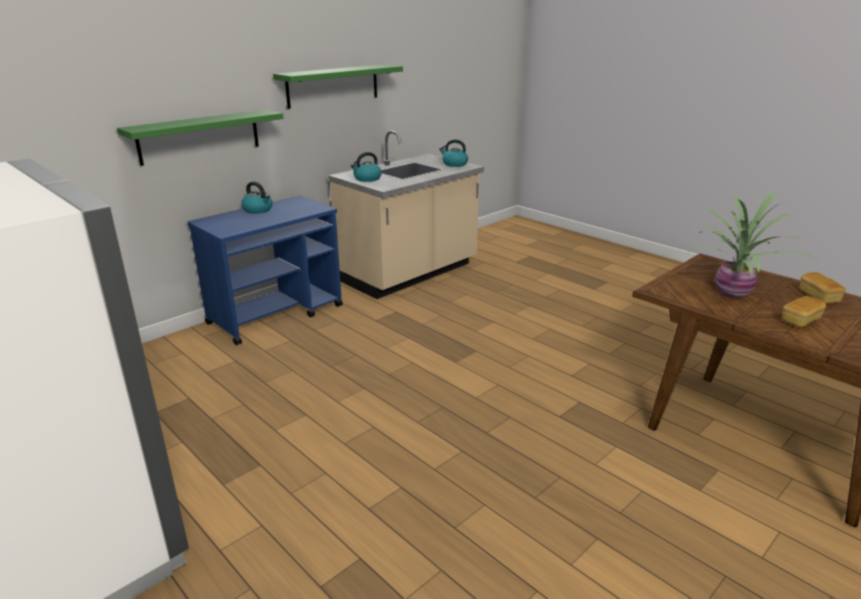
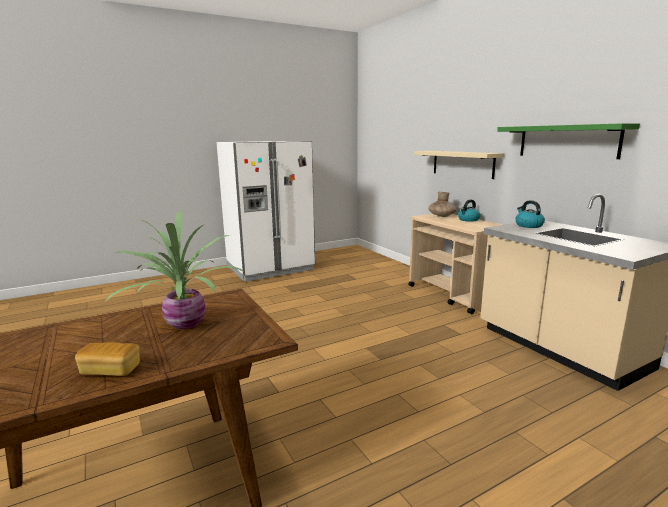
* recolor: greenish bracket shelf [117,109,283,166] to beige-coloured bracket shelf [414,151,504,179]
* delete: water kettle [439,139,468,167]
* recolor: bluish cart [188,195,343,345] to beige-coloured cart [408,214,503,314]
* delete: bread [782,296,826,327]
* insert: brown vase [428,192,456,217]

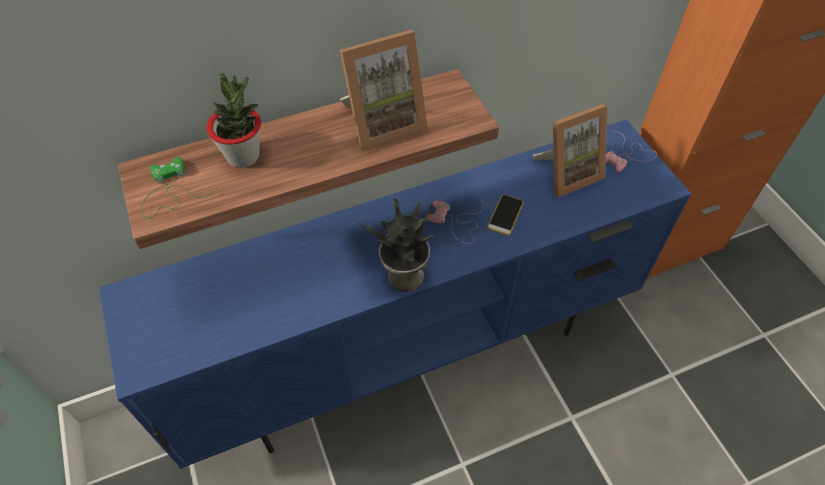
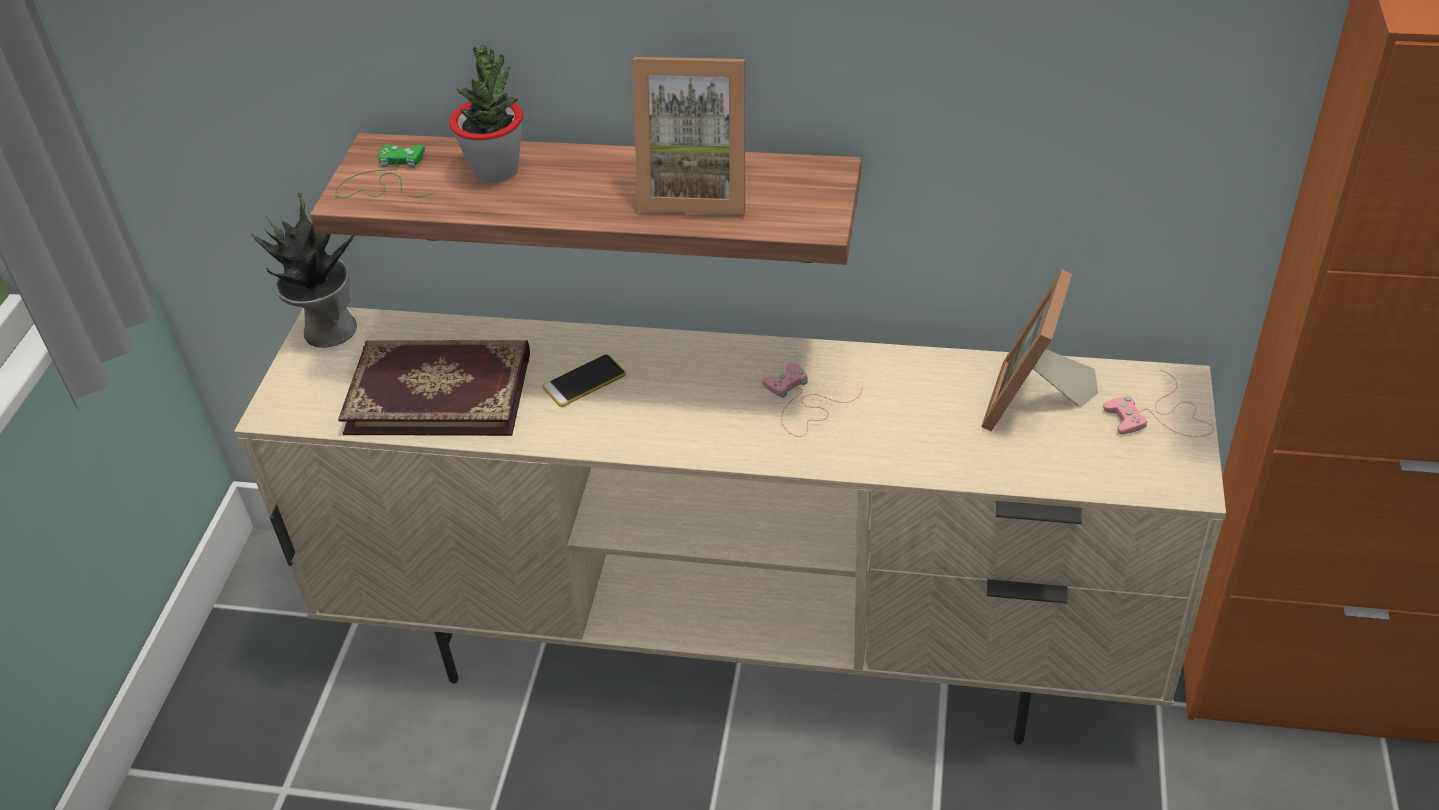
* rotate: photo frame [533,104,607,198] = [981,269,1098,431] 105 degrees clockwise
* recolor: bluish tv stand [99,120,691,469] to beige-coloured tv stand [234,307,1226,744]
* move: handset [487,195,524,236] to [543,354,626,407]
* move: potted plant [357,198,435,292] to [251,193,357,348]
* insert: book [338,340,530,436]

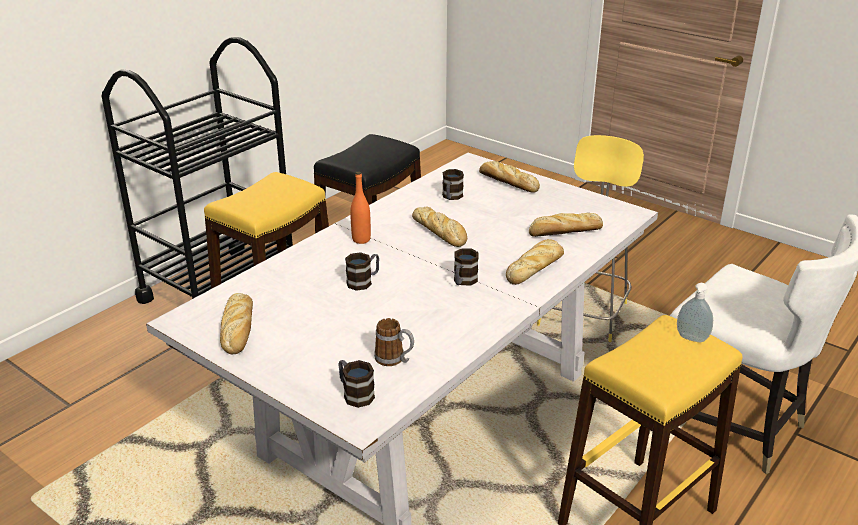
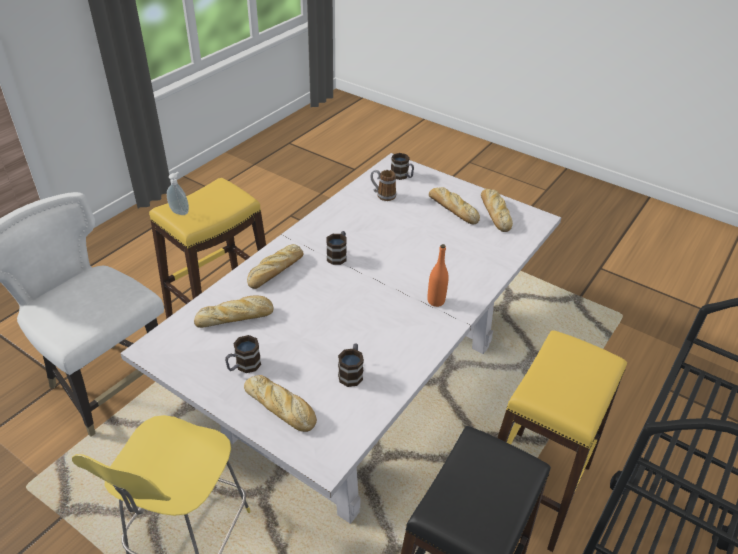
* move: bread [412,207,467,247] to [429,187,480,225]
* move: coffee mug [345,252,379,291] to [225,335,261,373]

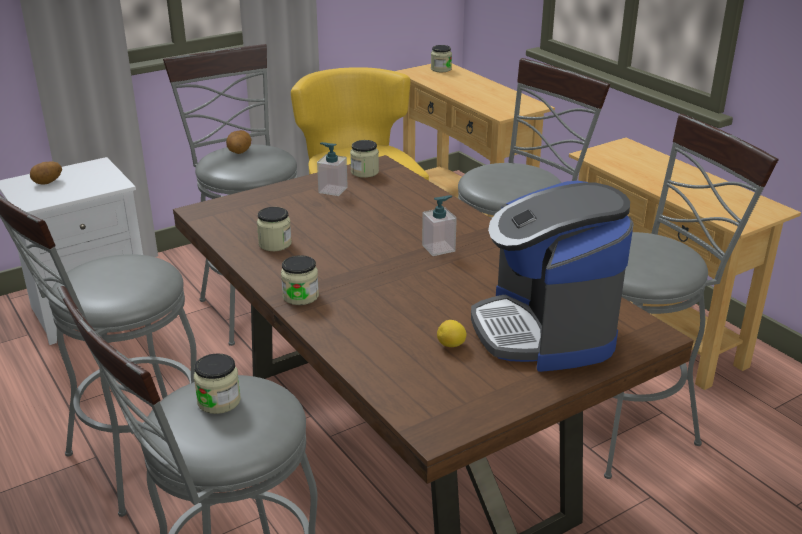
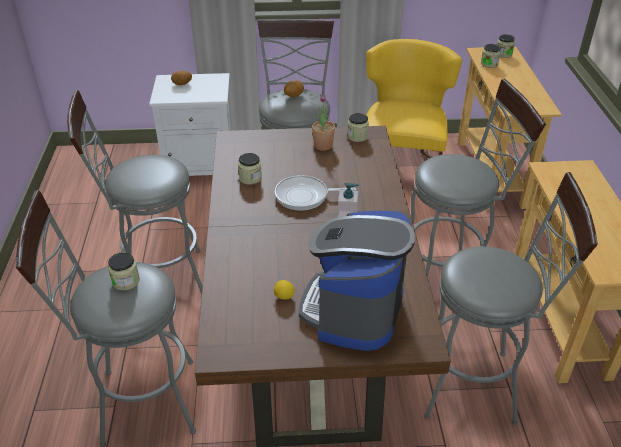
* replace: soap bottle [317,142,348,196] to potted plant [312,95,335,151]
* move: preserve jar [281,255,319,305] to [481,44,501,68]
* insert: frying pan [275,175,356,211]

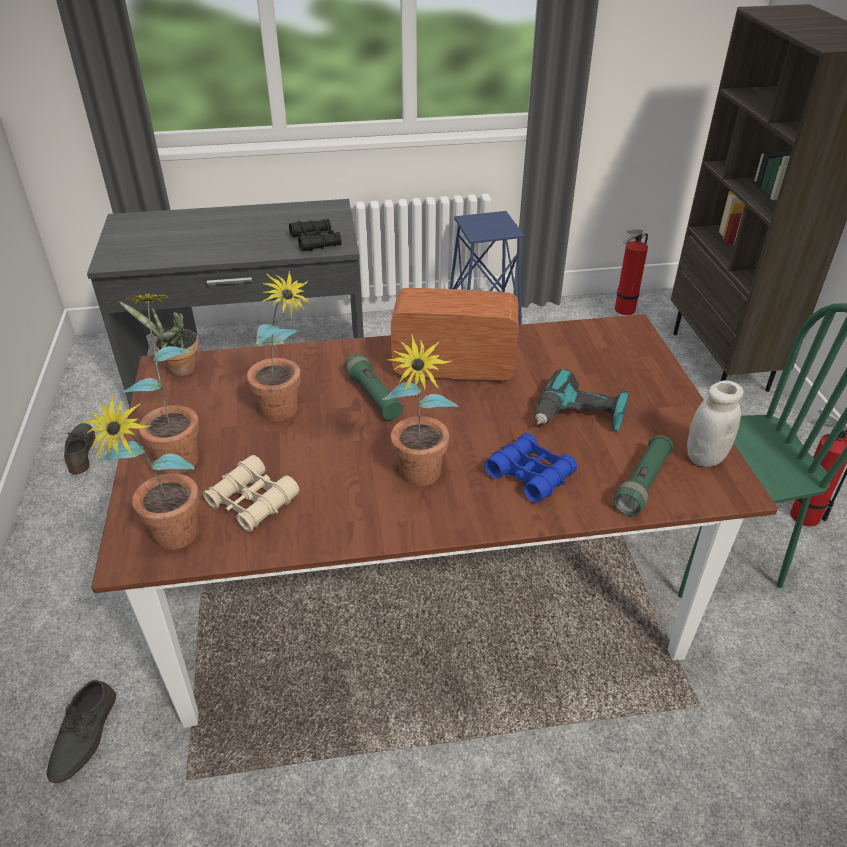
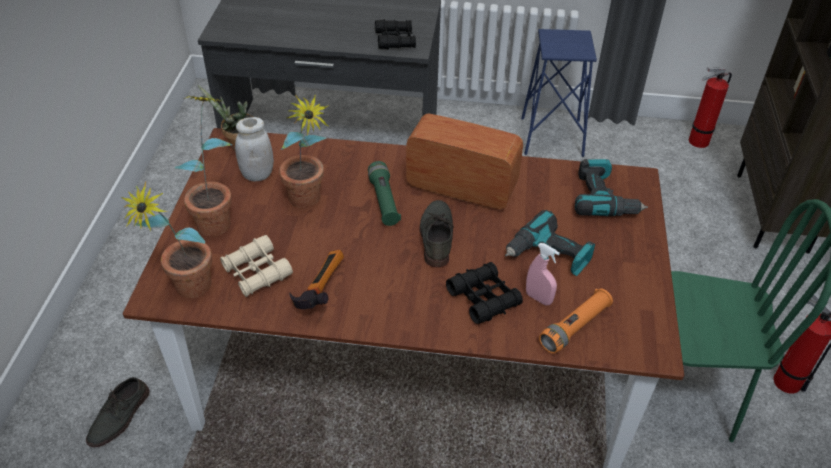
* delete: potted plant [382,334,458,486]
* move: whitish preserve jar [687,380,744,467] to [235,117,274,182]
* move: greyish shoe [64,423,95,474] to [420,200,454,267]
* recolor: bluish binoculars [484,433,577,503] to black-coloured binoculars [446,262,523,324]
* recolor: greenish flashlight [614,435,673,516] to orangey flashlight [539,288,613,354]
* insert: electric drill [575,159,648,216]
* insert: pink-coloured hand sprayer [526,243,560,305]
* insert: hammer [289,250,344,309]

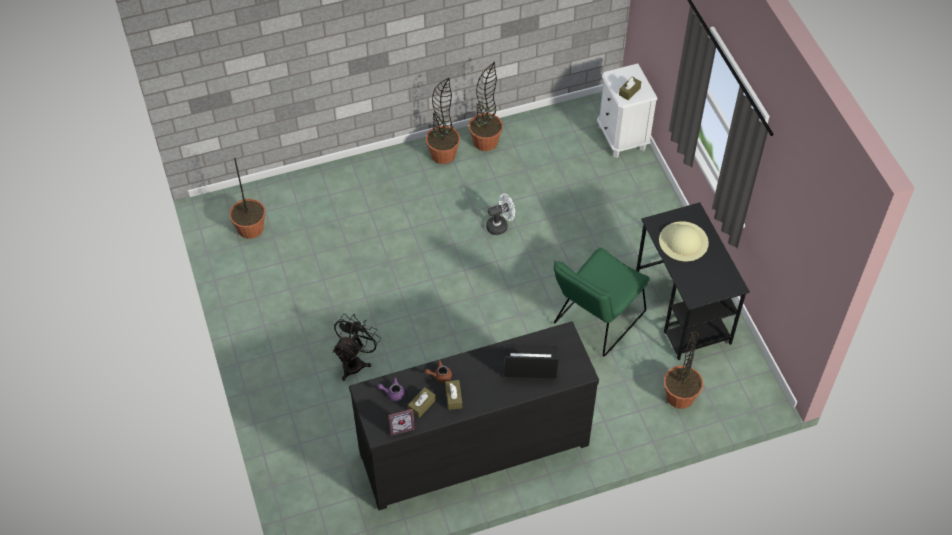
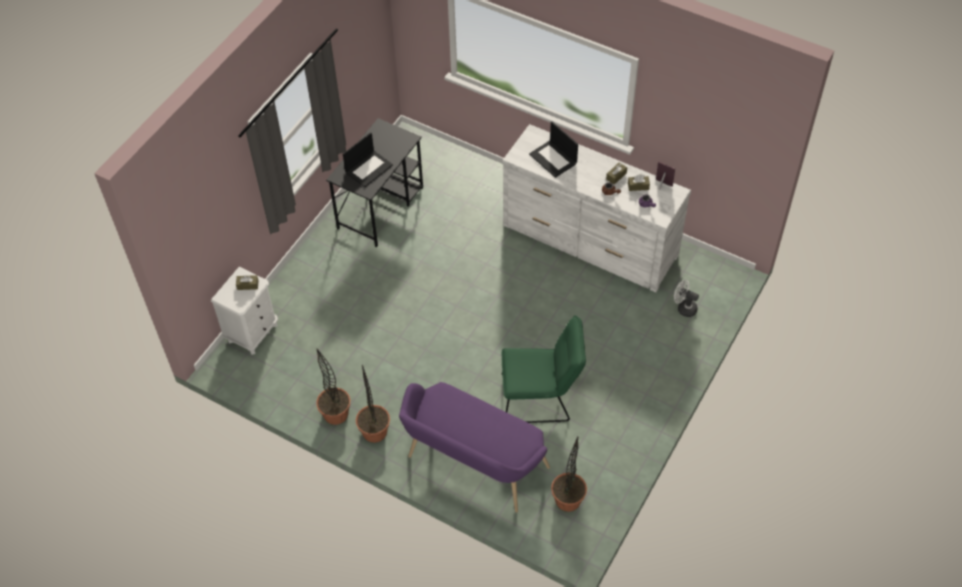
* move: whitish fan [486,194,515,235] to [674,279,699,317]
* replace: beige-coloured wearable hat [659,221,709,261] to notebook computer [343,132,393,187]
* move: greenish plain chair [554,247,650,356] to [501,315,586,423]
* delete: black-coloured fan [333,314,381,381]
* recolor: black-coloured dresser [349,321,599,510] to whitish dresser [502,124,691,292]
* delete: potted plant [664,331,703,409]
* insert: purplish bench [399,382,550,513]

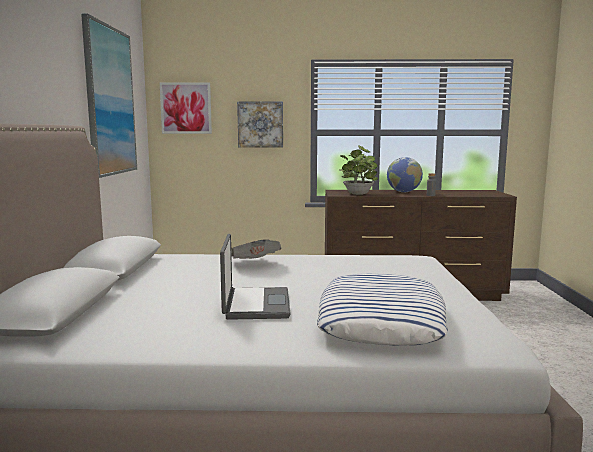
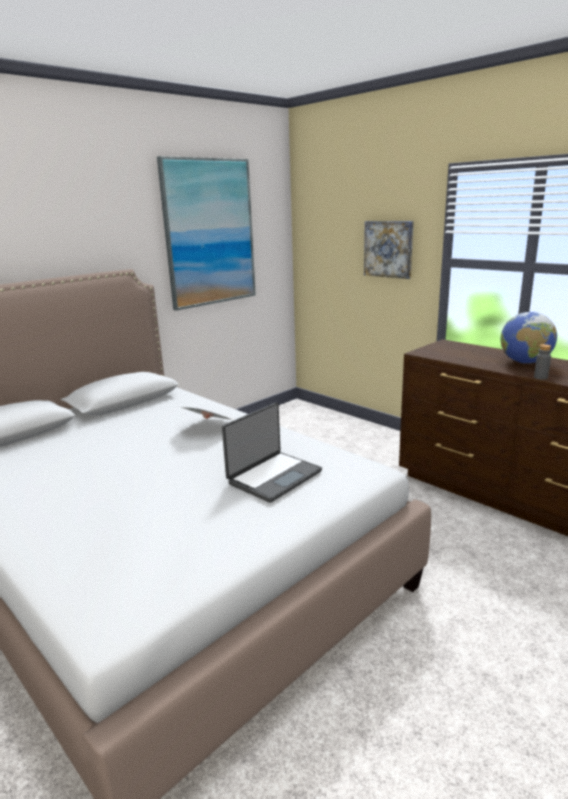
* delete: wall art [160,83,212,134]
* delete: potted plant [339,145,378,195]
* move: notebook computer [220,234,290,320] to [222,402,322,503]
* delete: throw pillow [317,273,448,345]

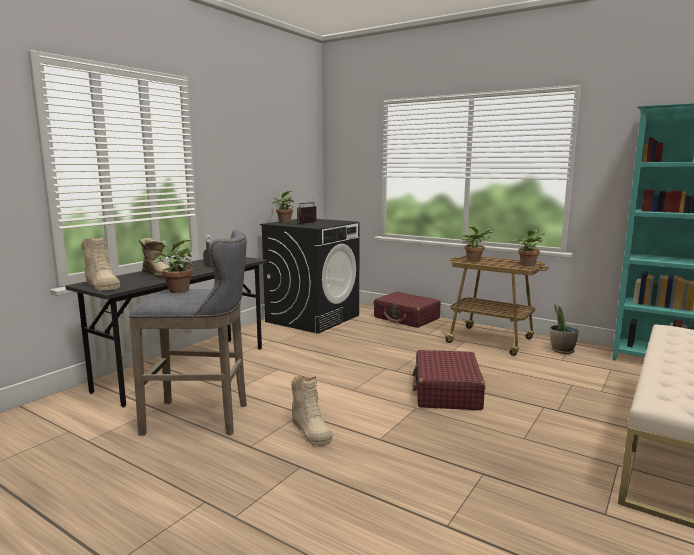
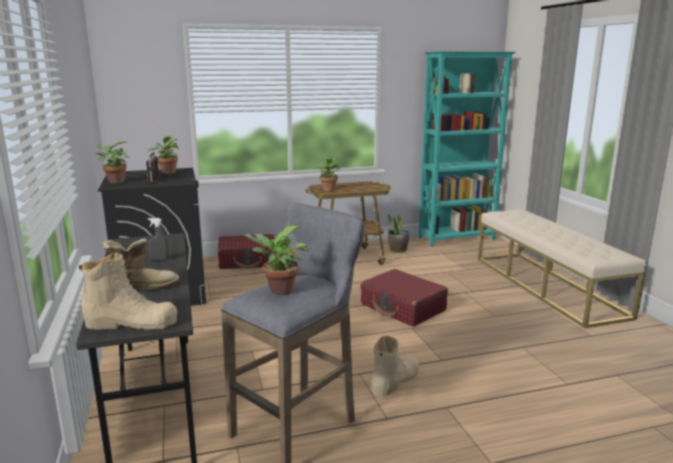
* move: potted plant [512,229,545,266] to [148,136,179,174]
* rotate: beige-coloured tall boot [291,376,333,446] = [371,336,419,397] 60 degrees counterclockwise

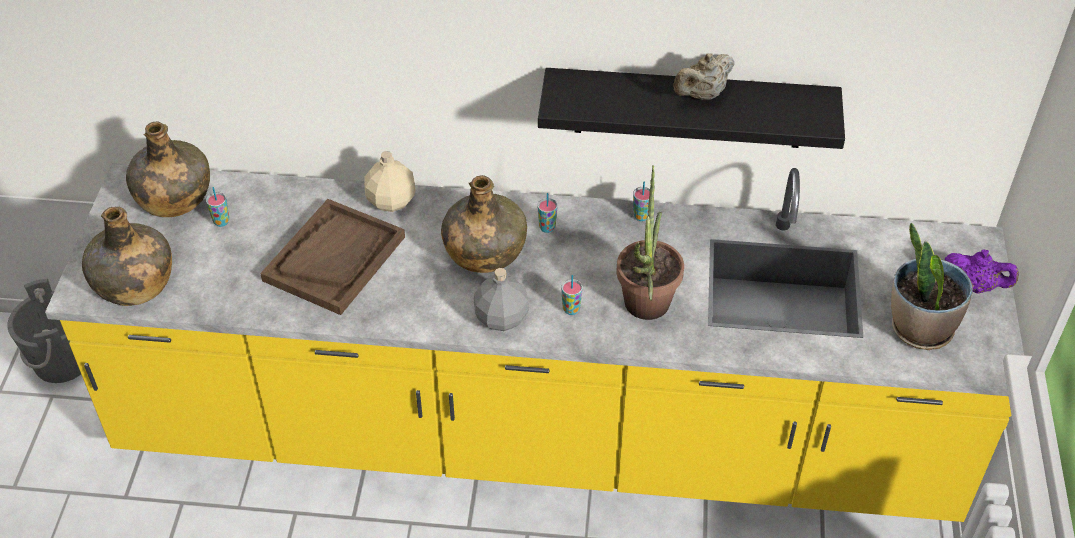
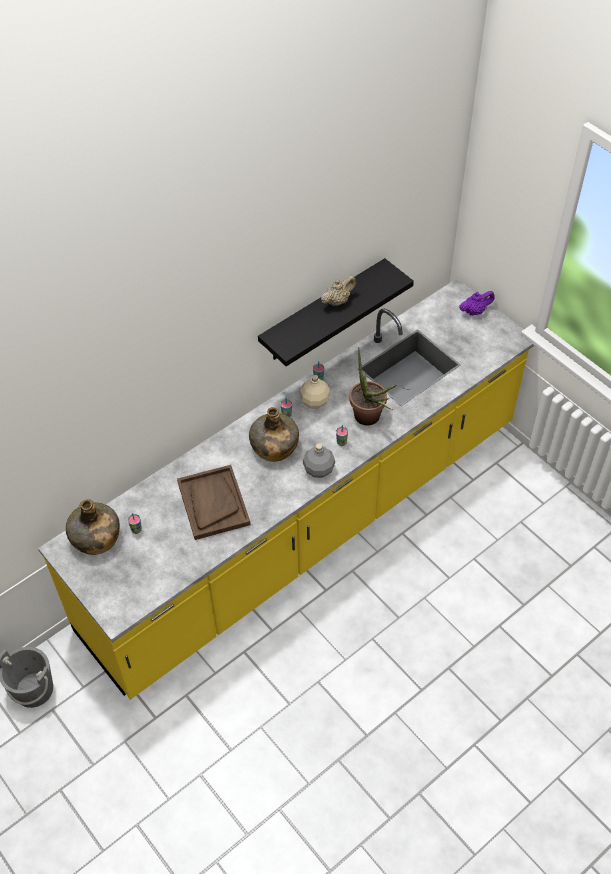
* rotate: beige-coloured tea pot [673,53,735,100] = [321,275,356,306] 135 degrees counterclockwise
* move: beige-coloured bottle [364,151,416,212] to [300,375,331,409]
* delete: greenish bottle [82,207,172,306]
* delete: potted plant [891,223,973,350]

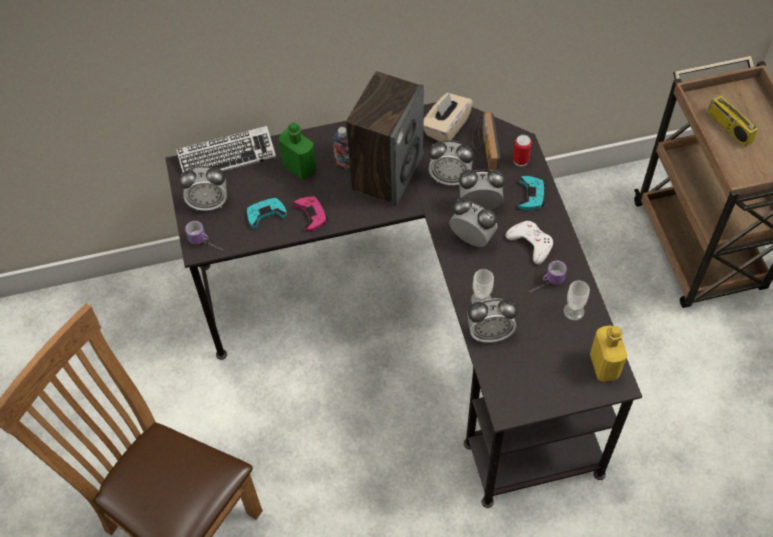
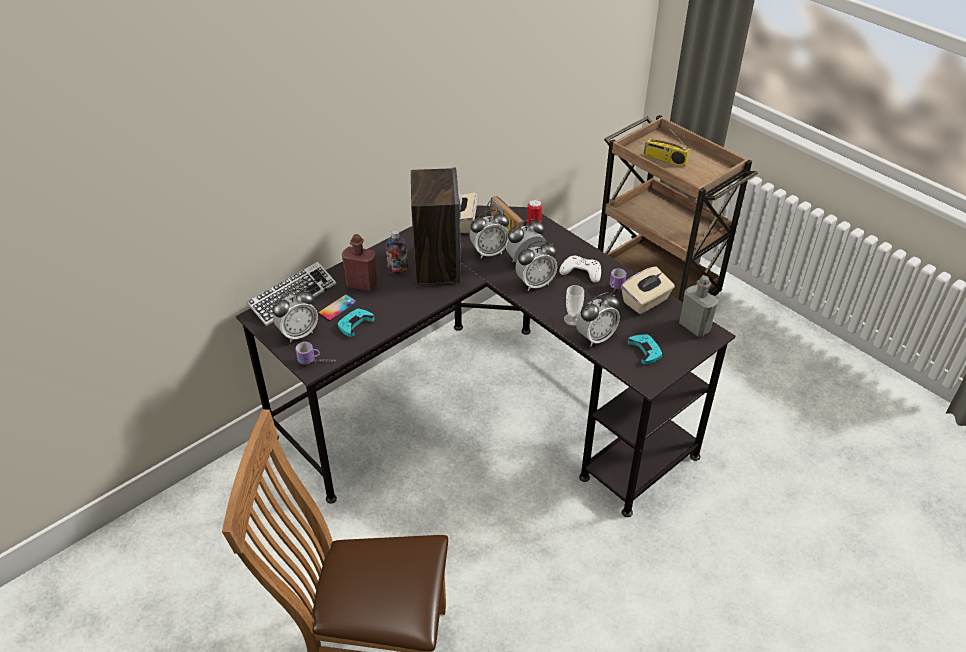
* recolor: greenish bottle [279,122,316,179] to red-coloured bottle [342,234,377,291]
* move: blue-green joypad [518,176,545,210] to [628,335,664,365]
* delete: pink-coloured joypad [293,197,328,232]
* rotate: alarm clock [449,197,497,247] = [515,240,557,291] 150 degrees clockwise
* replace: drinking cup [563,281,590,320] to beige-coloured tissue holder [621,267,675,314]
* recolor: yellowish bottle [590,325,628,382] to greyish bottle [679,276,718,337]
* insert: handset [318,294,357,321]

